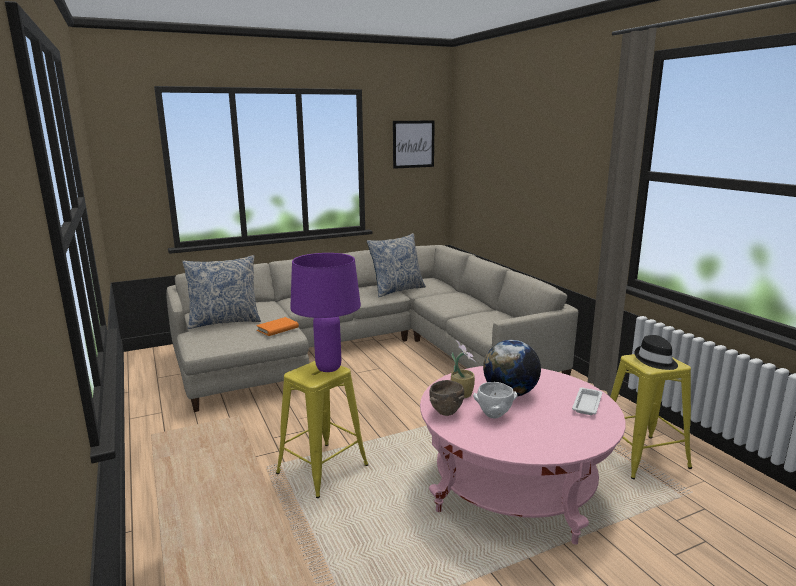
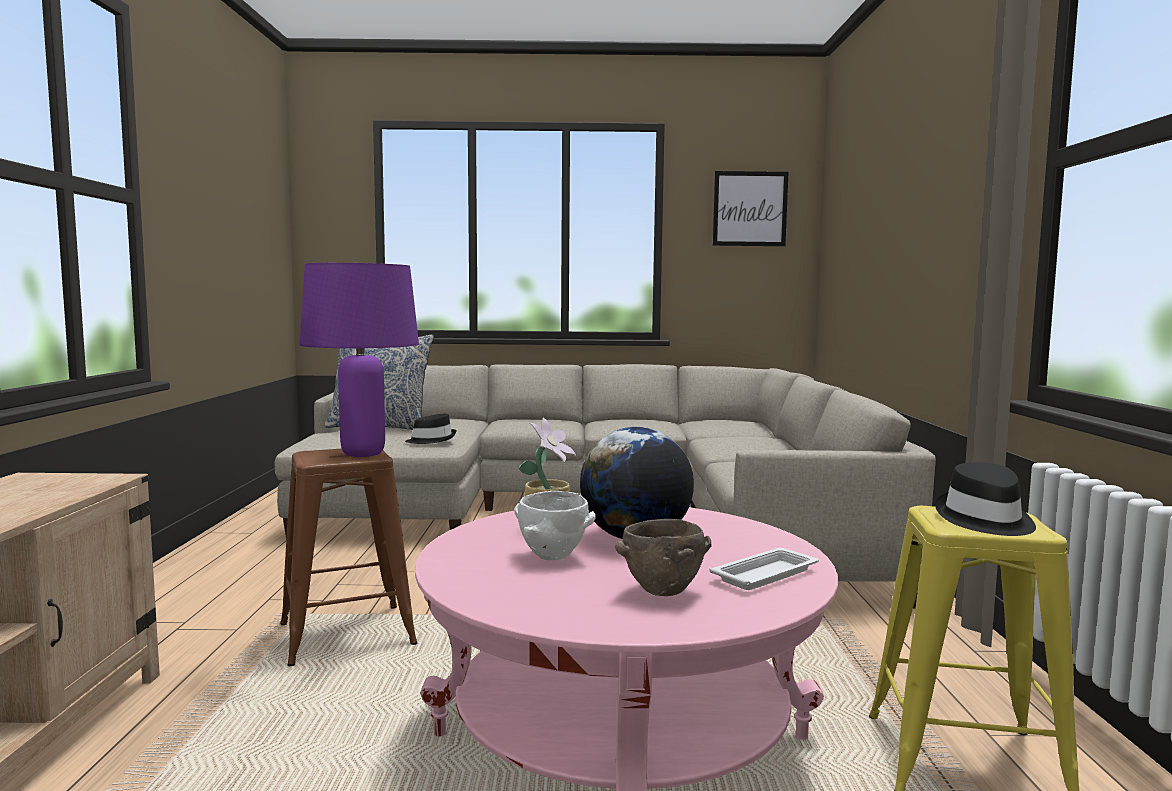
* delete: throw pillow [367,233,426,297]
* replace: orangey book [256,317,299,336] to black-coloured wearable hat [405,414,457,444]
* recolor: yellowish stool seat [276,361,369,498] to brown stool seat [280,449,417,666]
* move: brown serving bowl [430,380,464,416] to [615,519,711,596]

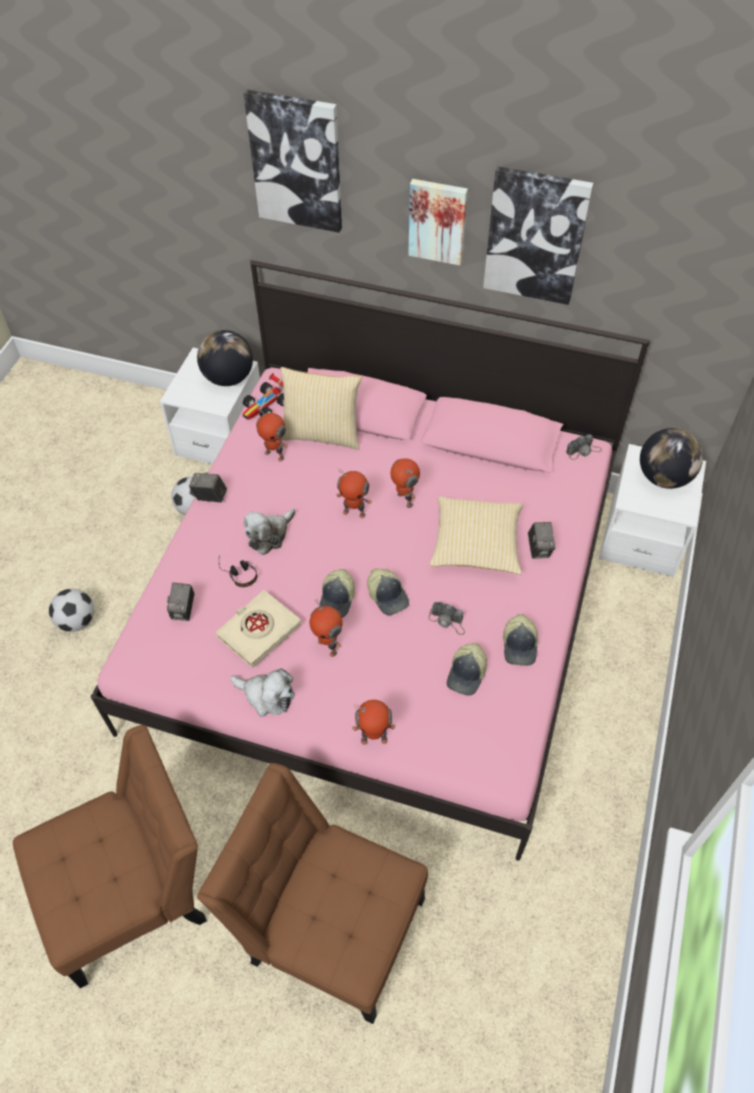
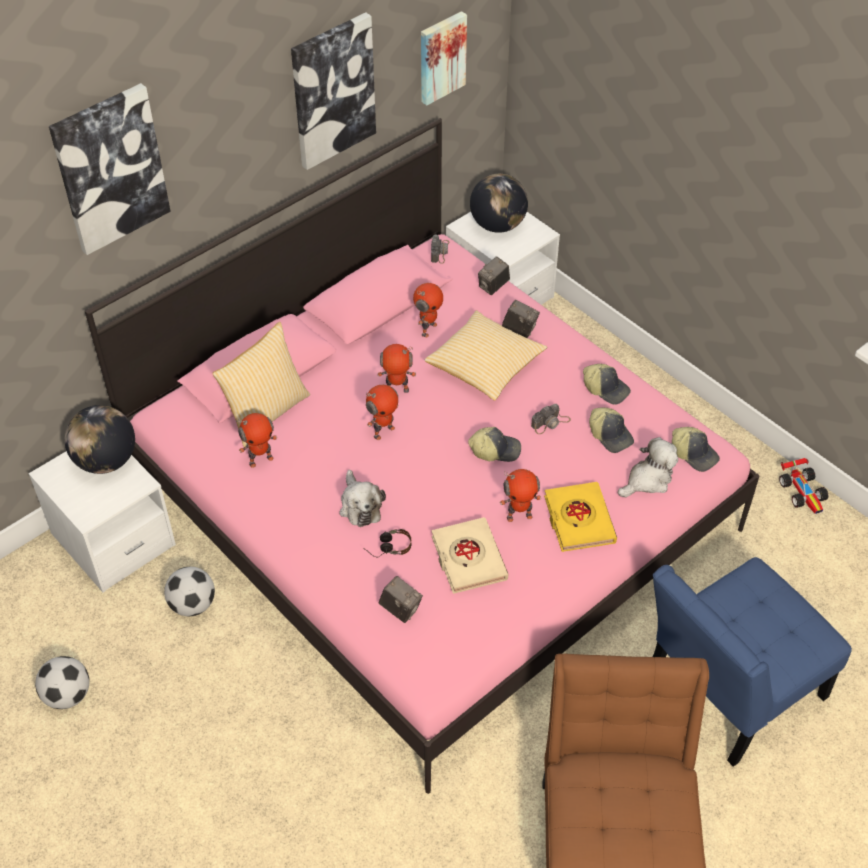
* move: wall art [408,179,468,265] to [421,11,467,105]
* move: toy car [242,373,284,420] to [779,458,828,514]
* move: still camera [189,472,227,503] to [478,256,510,295]
* move: peaked cap [319,569,355,618] to [672,427,720,472]
* move: football [49,589,94,632] to [35,656,90,709]
* move: soft toy [230,668,295,717] to [618,437,678,497]
* move: toy robot [352,700,396,745] to [413,283,443,338]
* recolor: brown plain chair [197,763,428,1024] to bluish plain chair [653,557,852,767]
* insert: yellowish book [544,482,617,552]

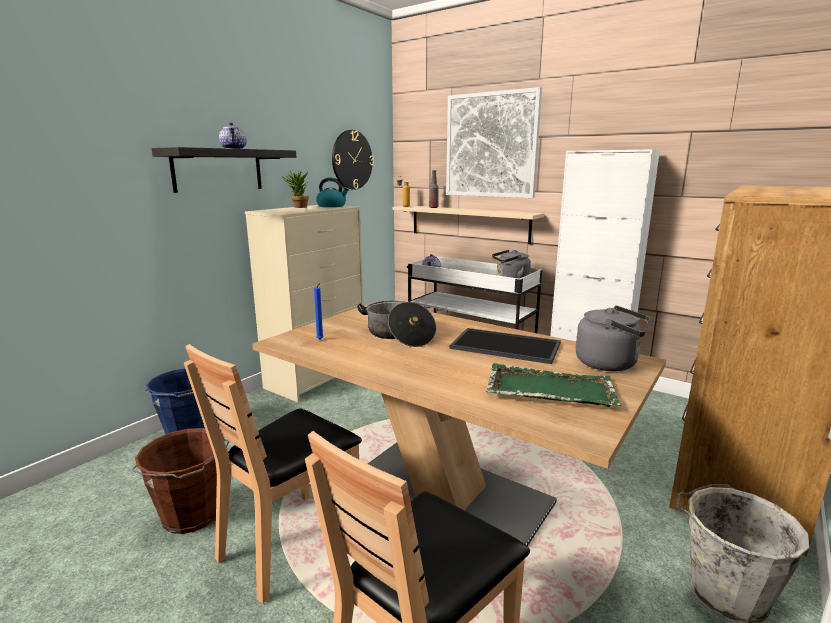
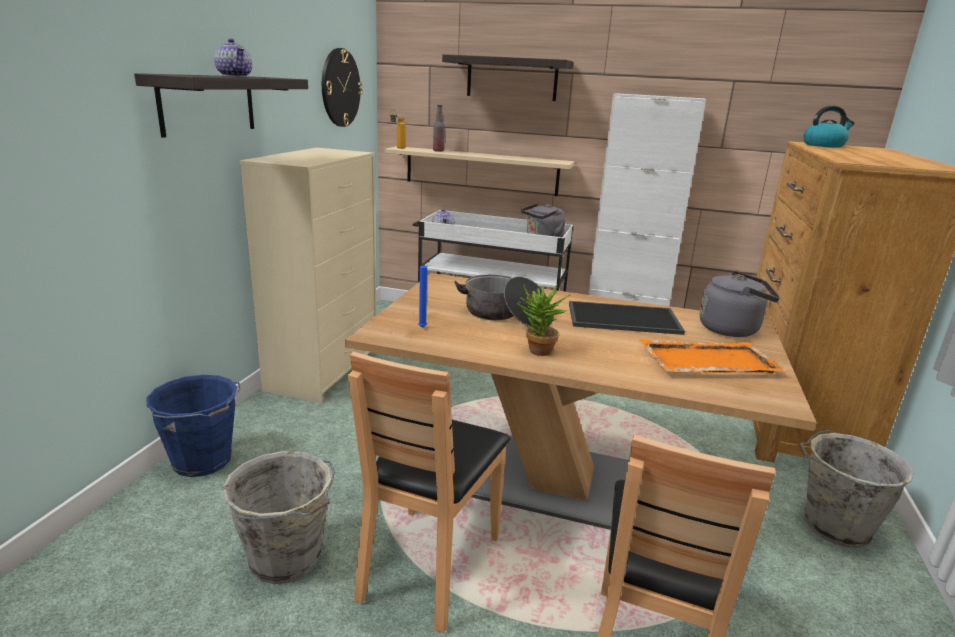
* replace: wall art [446,87,542,198] to bracket shelf [442,54,573,101]
* move: potted plant [282,171,309,208] to [517,285,570,356]
* move: water kettle [316,177,349,207] to [803,106,854,148]
* recolor: greenish carrying tray [486,363,620,407] to orangey carrying tray [640,339,787,373]
* recolor: brown bucket [132,428,229,534] to greyish bucket [222,451,335,584]

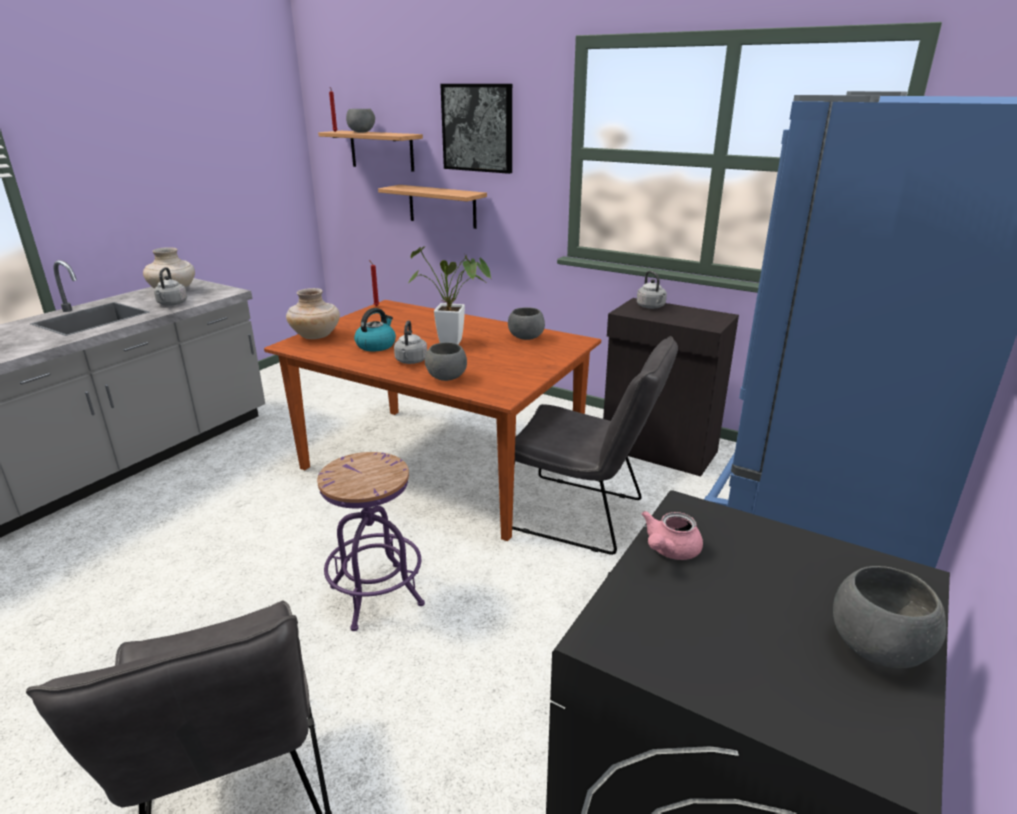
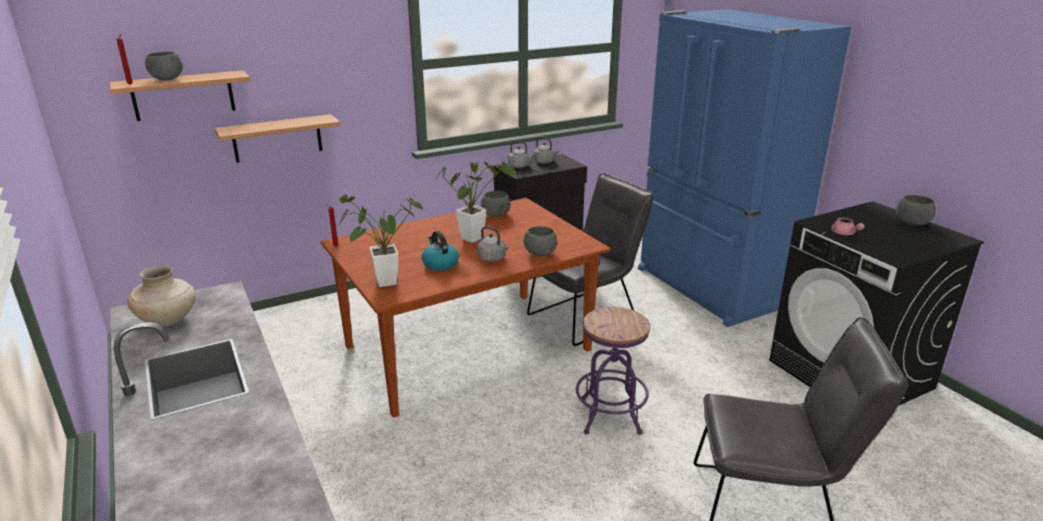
* delete: wall art [440,84,512,174]
* move: greyish water kettle [154,267,187,306] to [534,137,559,164]
* replace: beige-coloured vase [286,288,340,339] to potted plant [338,195,423,287]

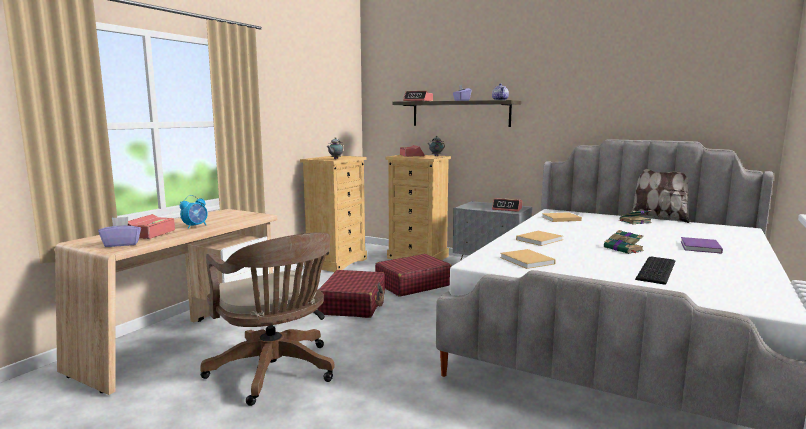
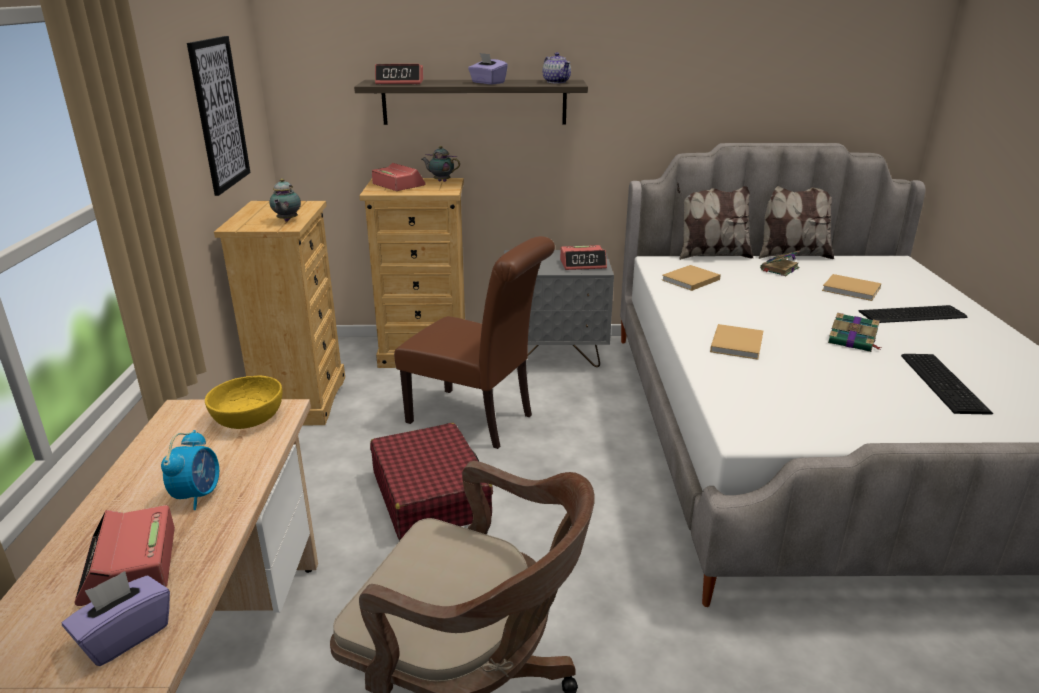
* replace: purplish book [681,237,723,254] to keyboard [858,305,967,323]
* move: beige-coloured book [500,249,556,269] to [822,274,881,301]
* replace: red-coloured piece of luggage [375,254,452,297] to brown plain chair [394,236,555,449]
* insert: wall art [187,36,250,196]
* insert: throw pillow [677,182,753,260]
* insert: yellowish serving bowl [205,376,283,429]

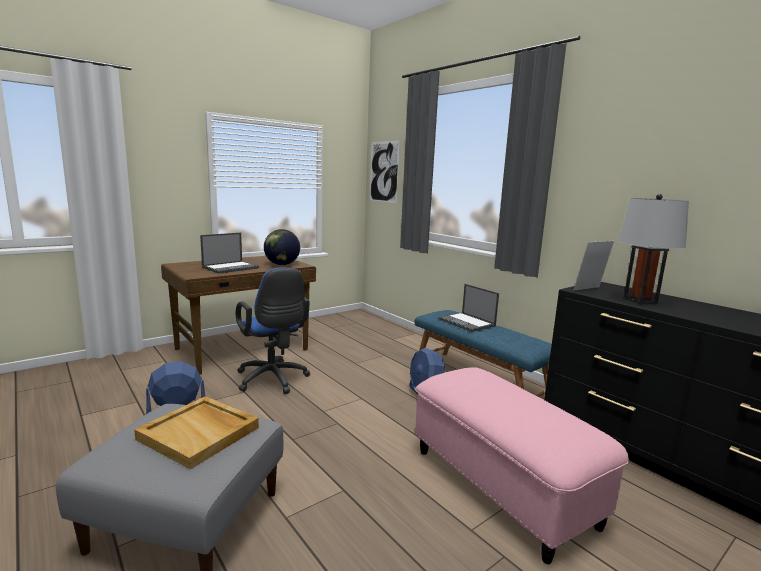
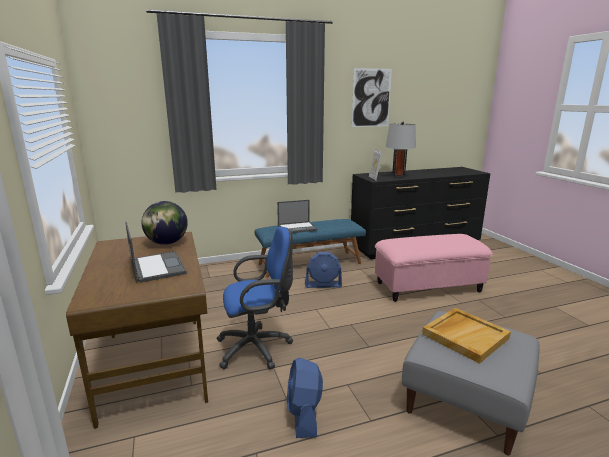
* move: wall art [370,141,400,203] to [352,68,392,127]

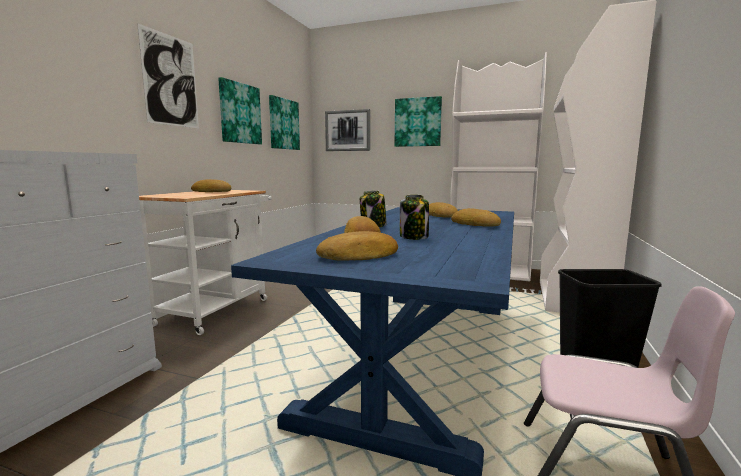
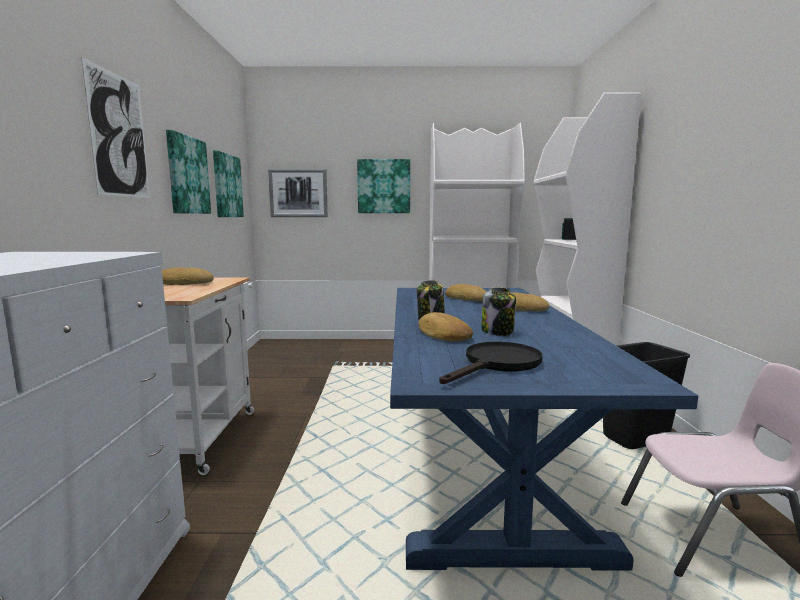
* replace: bread [316,231,398,260] to black-coloured frying pan [439,342,542,384]

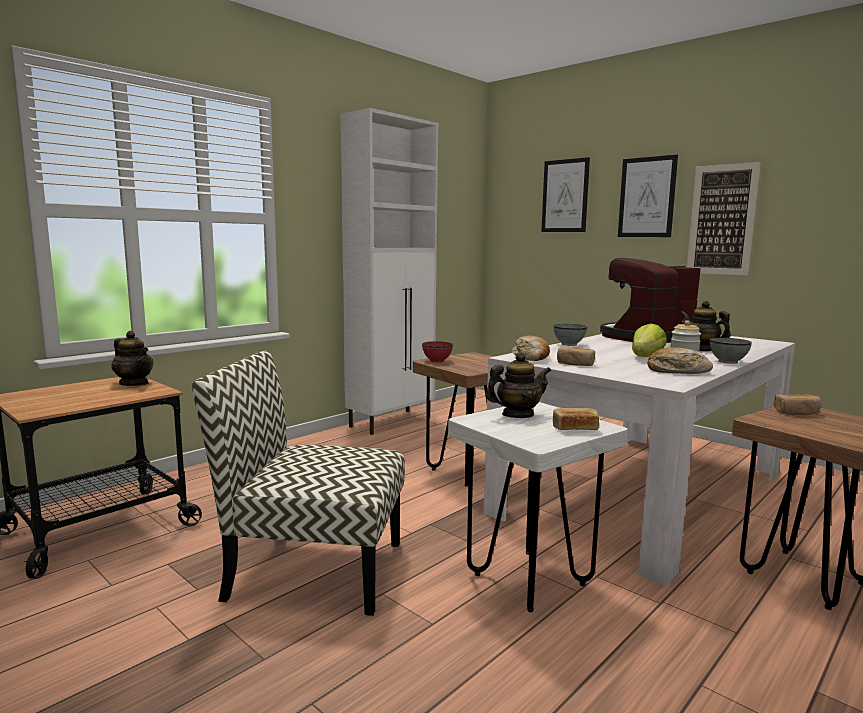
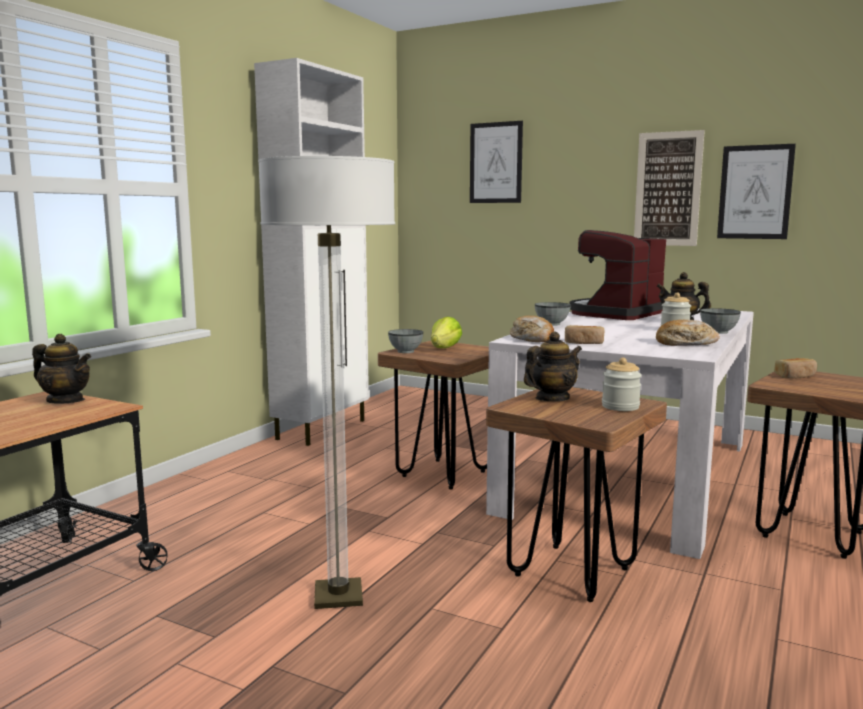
* move: wall art [618,155,678,237] to [717,144,796,239]
* move: lettuce [632,323,667,357] to [431,316,462,348]
* recolor: red-coloured serving bowl [422,341,453,363] to greyish serving bowl [388,329,423,353]
* replace: plain chair [192,350,405,616] to standard lamp [258,156,395,609]
* recolor: whitish stool seat [448,402,628,612] to brown stool seat [486,387,667,602]
* replace: bread [553,408,599,430] to preserve jar [602,357,642,411]

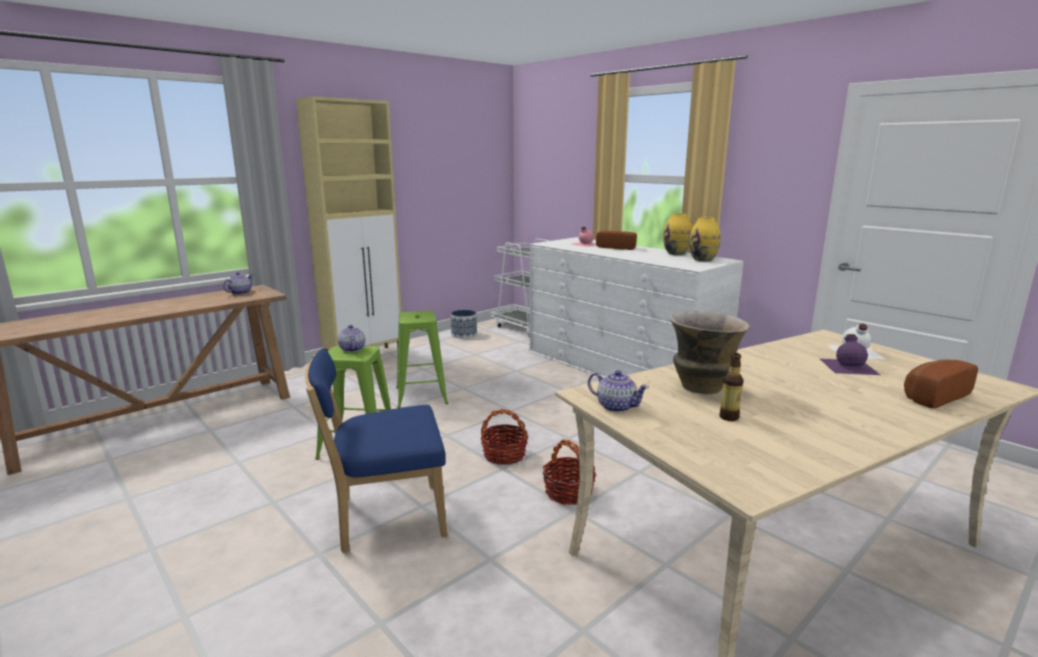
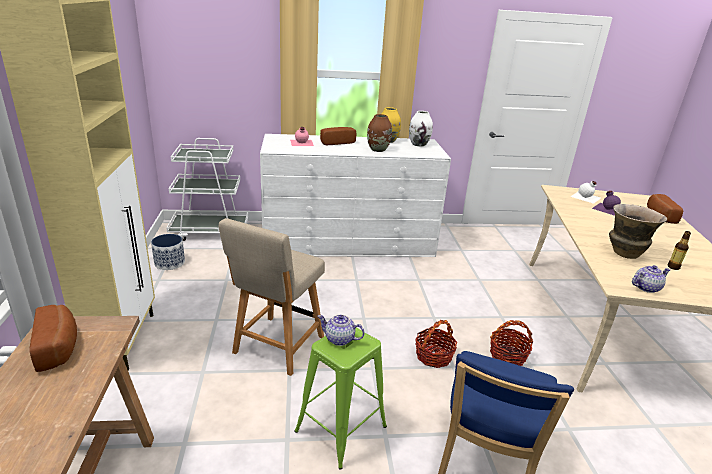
* recolor: yellowish vase [689,217,721,262] to whitish vase [409,111,433,147]
* replace: tea pot [223,272,253,295] to bread [29,305,77,372]
* replace: greenish stool seat [396,311,448,408] to beige-coloured plain chair [219,218,325,376]
* insert: brown vase [367,114,392,152]

